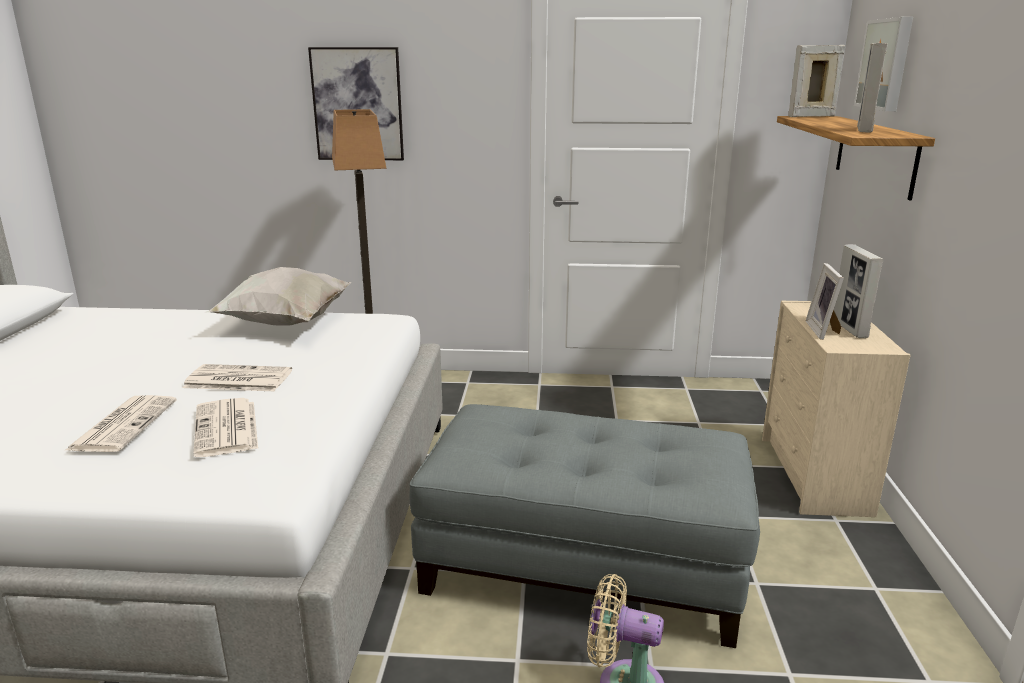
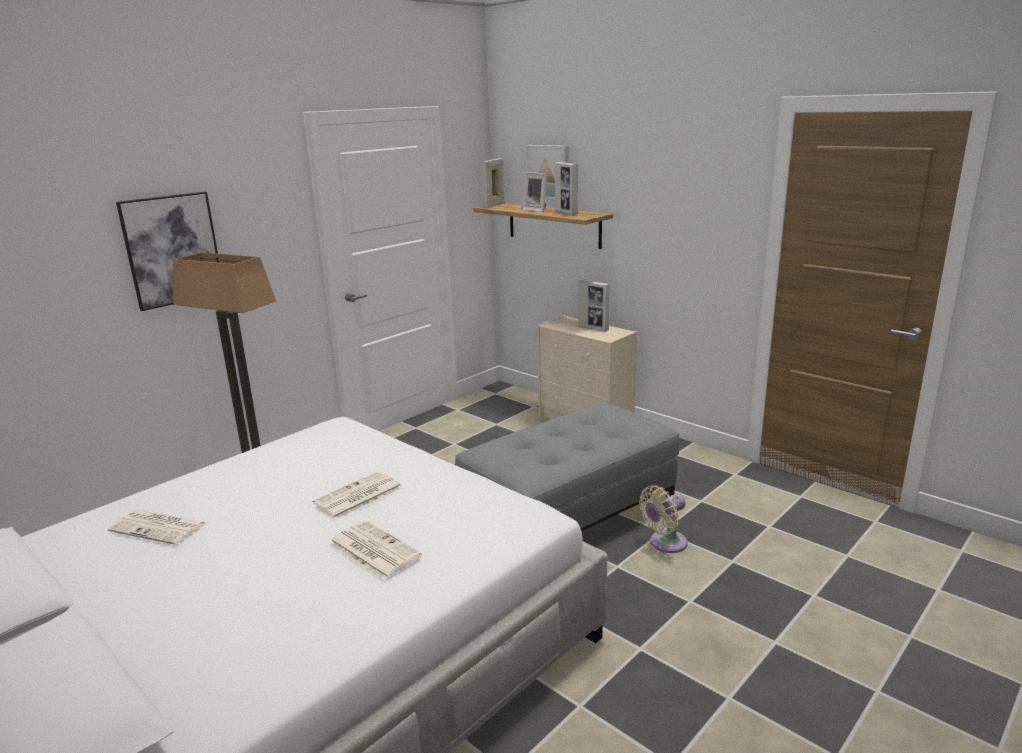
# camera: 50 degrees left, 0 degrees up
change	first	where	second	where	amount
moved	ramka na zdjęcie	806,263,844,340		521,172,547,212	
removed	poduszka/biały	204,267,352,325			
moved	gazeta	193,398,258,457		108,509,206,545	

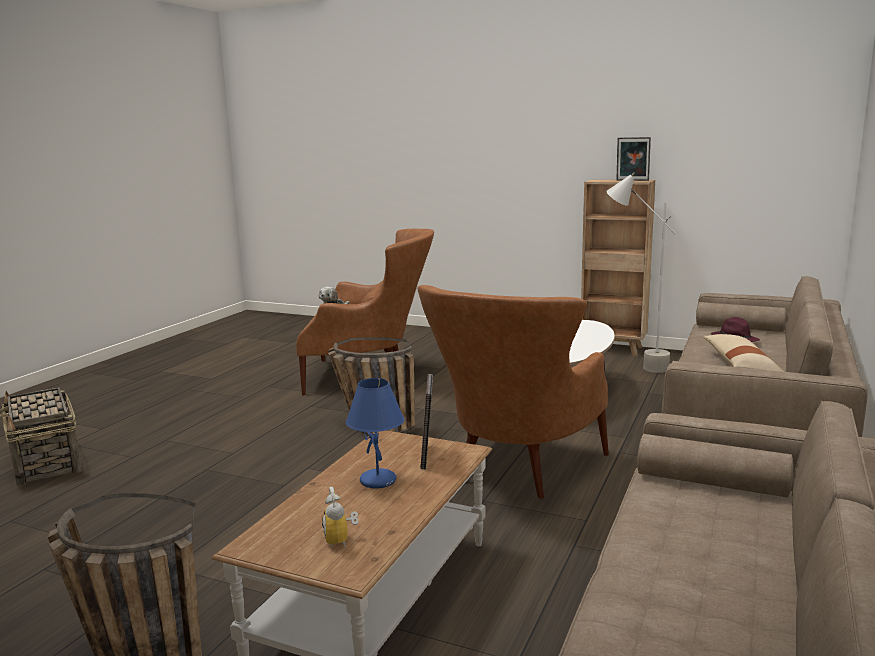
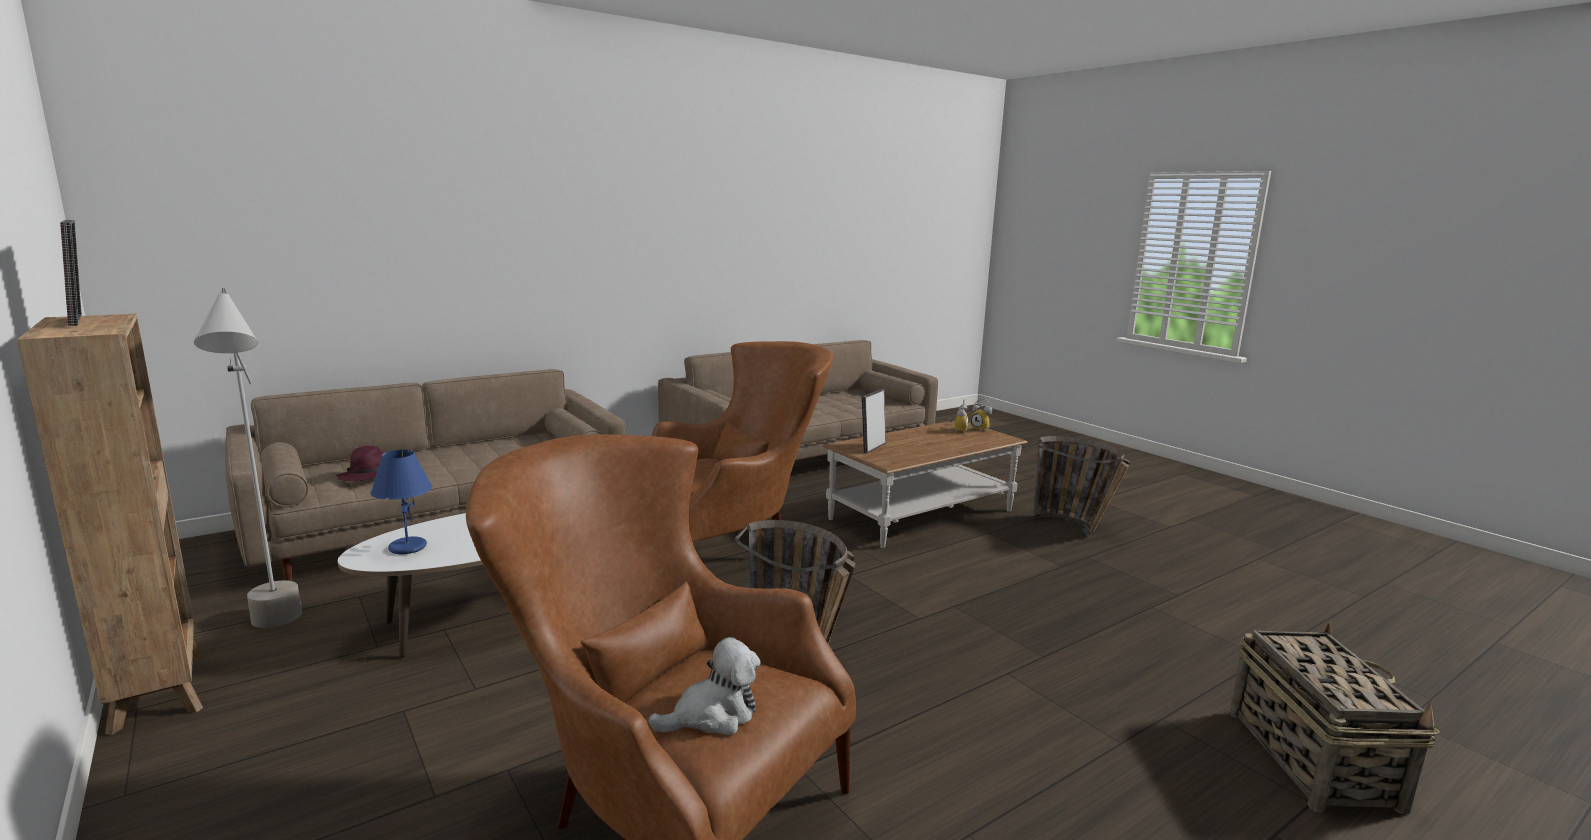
# camera: 150 degrees left, 0 degrees up
change	first	where	second	where	amount
removed	poduszka/beżowy	703,334,784,372			
moved	lampa stołowa/niebieski	346,378,404,489		370,450,432,554	
added			budzik	971,399,992,431	

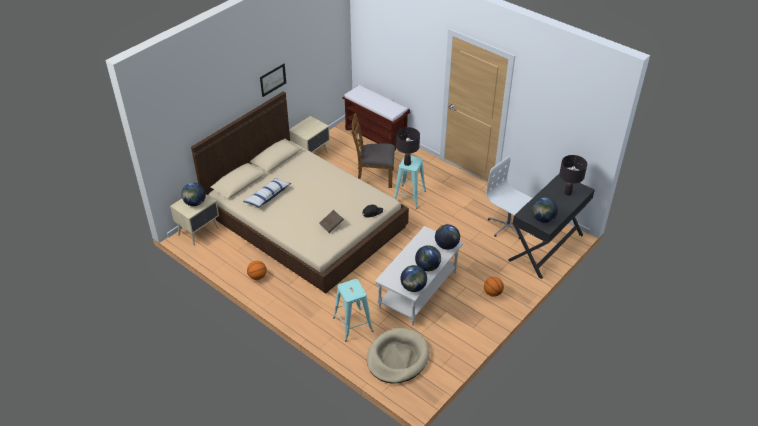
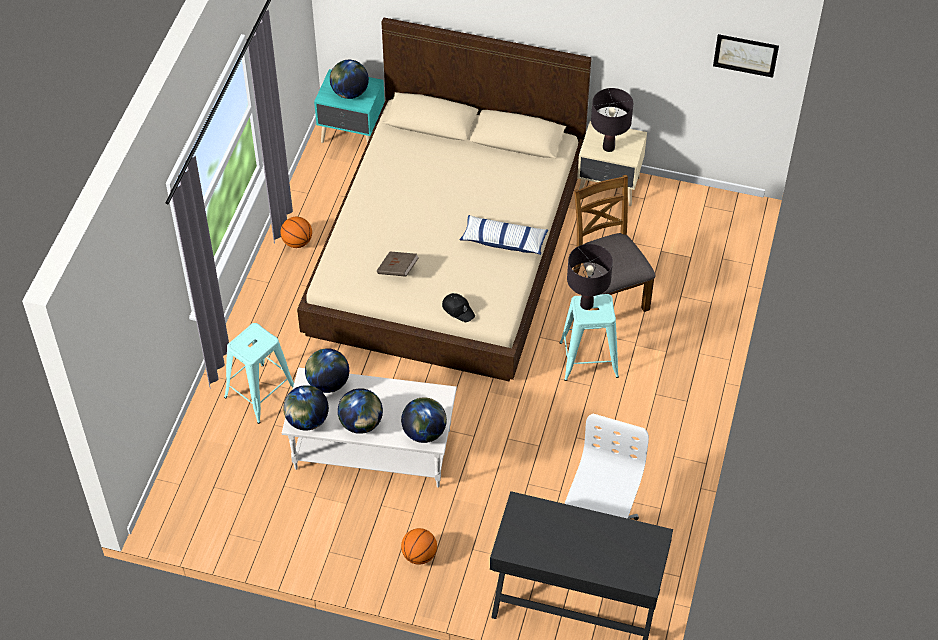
# camera: 65 degrees right, 10 degrees up
change	first	where	second	where	amount
moved	obraz	260,64,286,97		713,34,779,78	
removed	ławka/brązowy	342,85,410,150			
moved	lampa stołowa/czarny	559,155,587,196		591,88,633,152	
moved	poduszka	243,178,291,208		460,215,548,255	
recoloured	szafka nocna/beżowy	170,194,219,245	szafka nocna/turkusowy	314,69,385,143	
moved	globus	532,197,558,223		305,348,349,393	
removed	legowisko/beżowy	367,328,429,384			

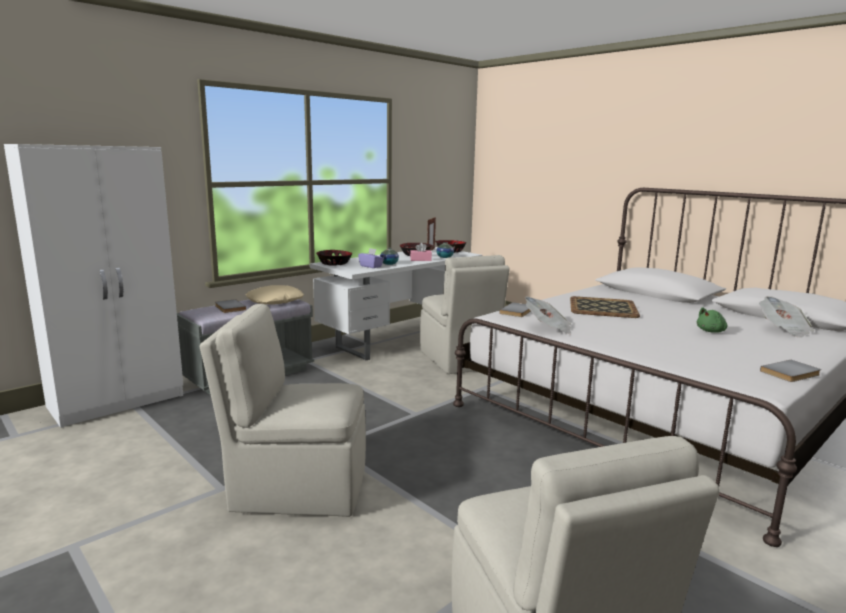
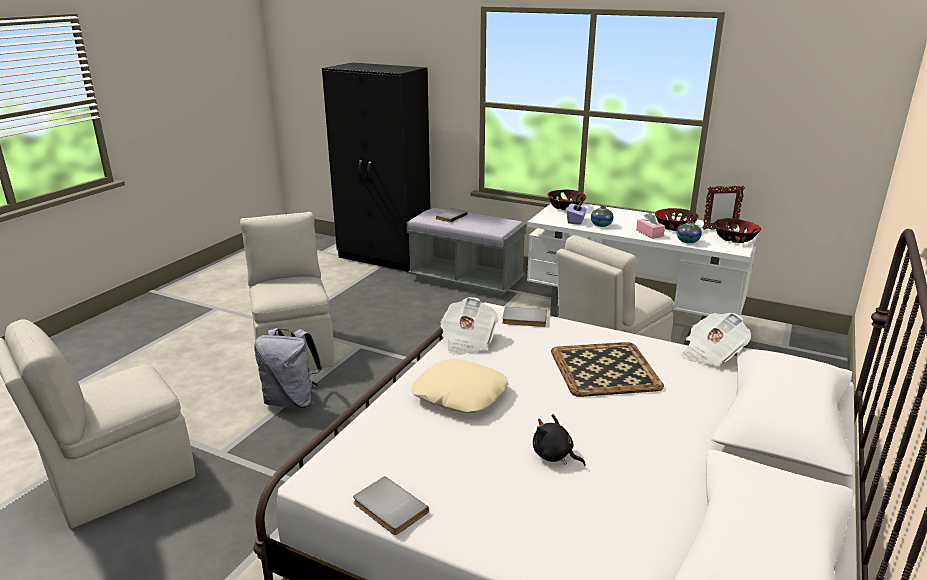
# camera: 70 degrees right, 10 degrees up
change	first	where	second	where	amount
recoloured	szafa/biały	4,144,183,428	szafa/czarny	322,63,430,272	
moved	poduszka/beżowy	246,285,304,305		411,359,509,413	
moved	gazeta	759,296,814,338		682,313,751,367	
recoloured	pluszak/zielony	697,307,728,333	pluszak/czarny	533,414,586,466	
added			plecak/szary	254,328,323,408	

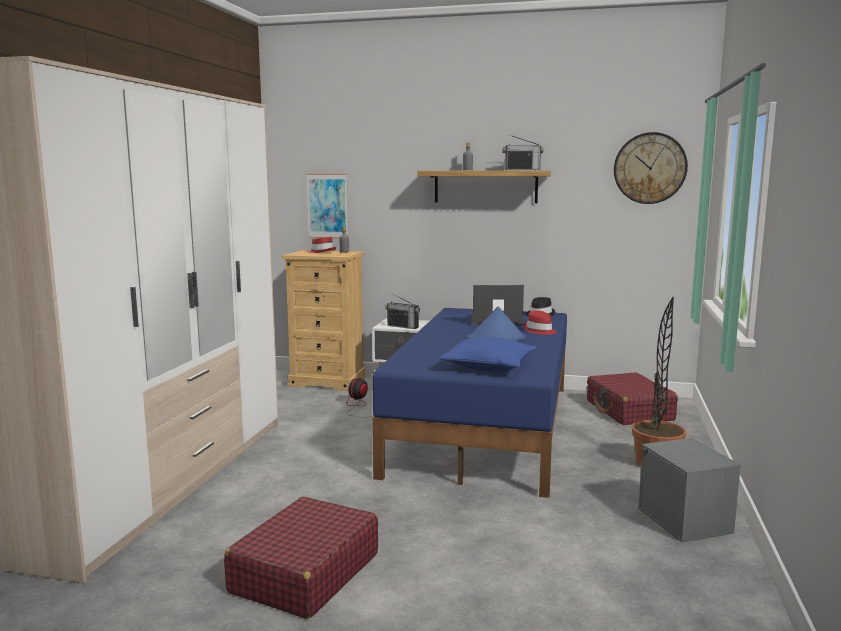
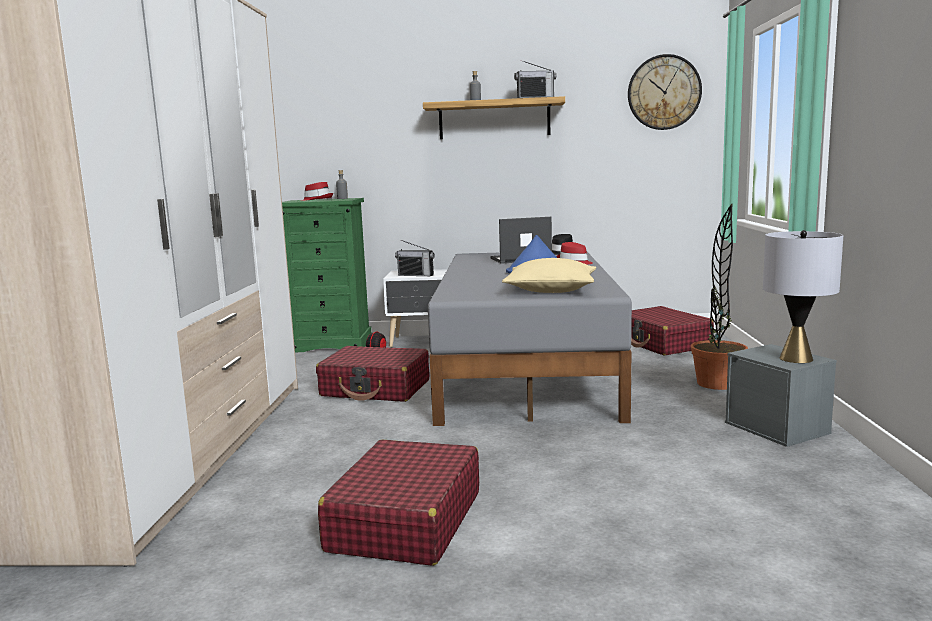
# camera: 10 degrees left, 0 degrees up
change	first	where	second	where	amount
removed	obraz	306,174,348,238			
recoloured	komoda/beżowy	282,250,366,391	komoda/zielony	282,198,372,352	
recoloured	łóżko/niebieski	372,308,567,498	łóżko/szary	428,252,632,426	
recoloured	poduszka/niebieski	439,337,537,372	poduszka/beżowy	502,258,596,293	
added			lampa stołowa/szary	763,230,843,363	
added			walizka/czerwony	316,346,429,402	

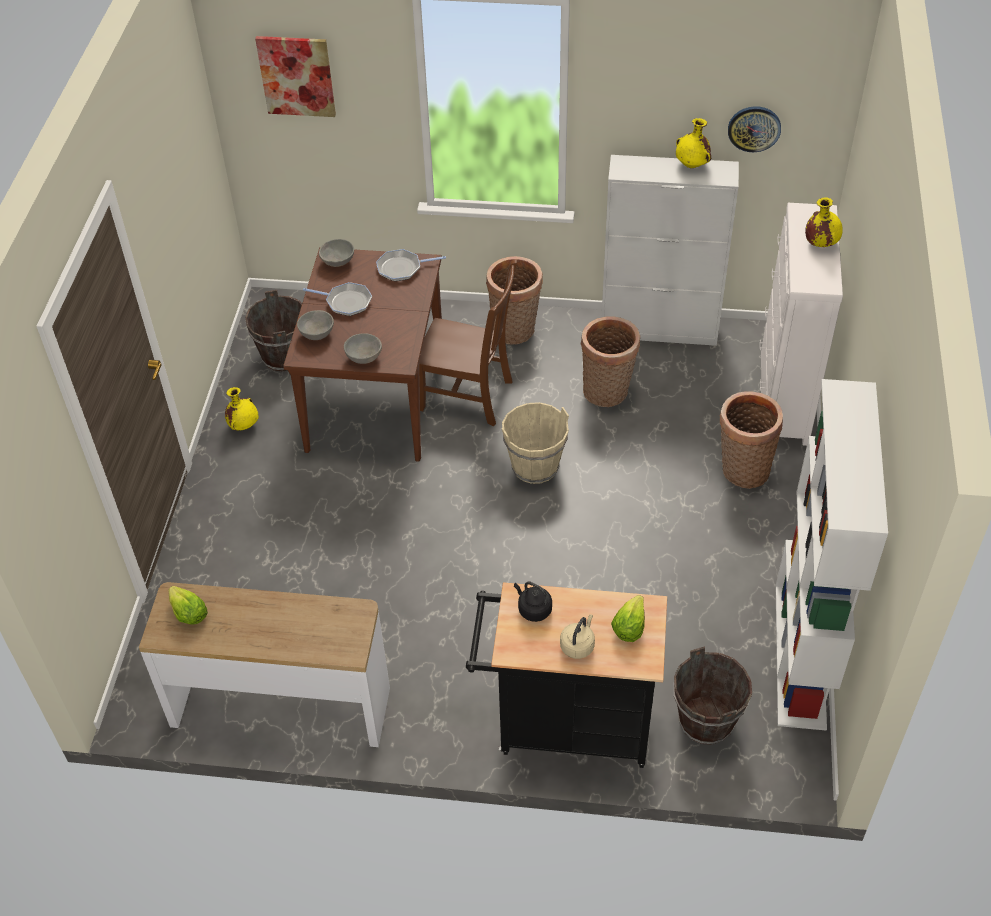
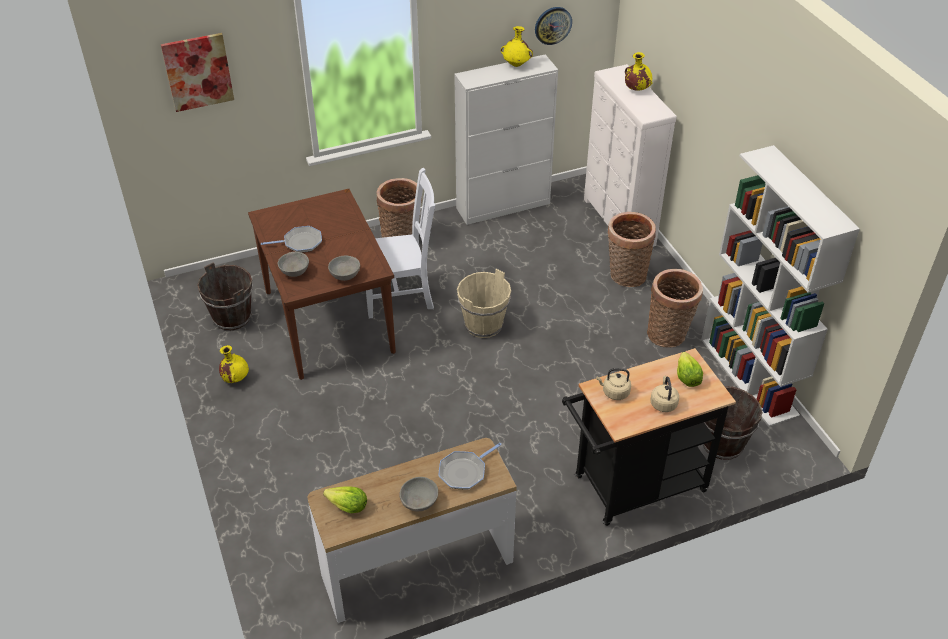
# camera: 30 degrees left, 5 degrees down
change	first	where	second	where	amount
moved	miska/szary	319,239,354,267		400,477,438,512	
moved	patelnia	376,249,446,281		438,443,502,489	
recoloured	krzesło/brązowy	419,260,517,426	krzesło/biały	366,168,435,319	
moved	koszyk	581,316,640,407		647,269,703,348	
recoloured	czajnik/czarny	514,582,552,622	czajnik/beżowy	596,368,631,400	

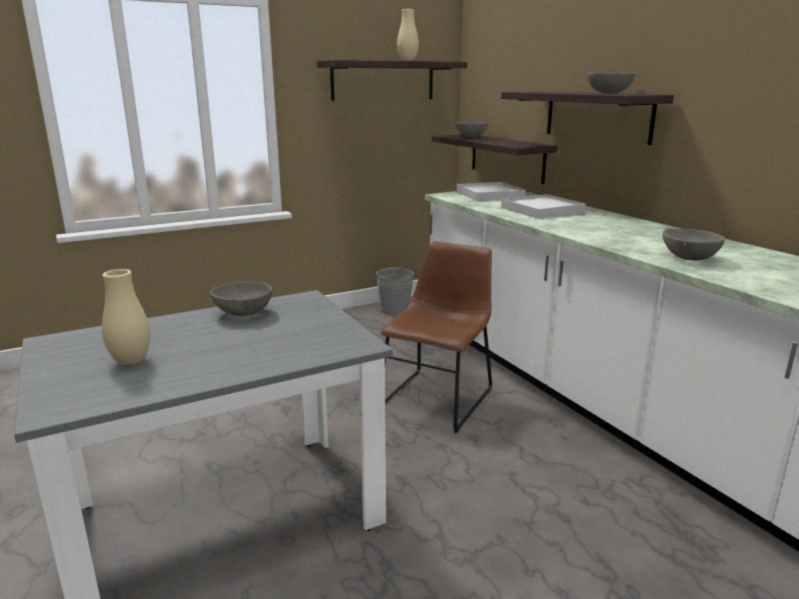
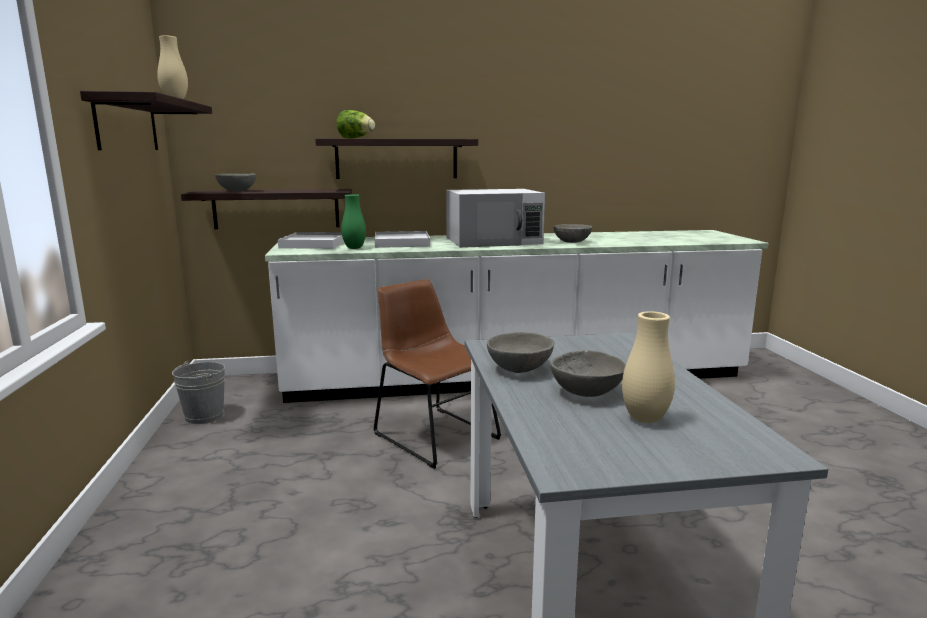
# camera: 70 degrees left, 5 degrees down
change	first	where	second	where	amount
moved	miska/szary	587,72,636,94		550,350,626,397	
added			sałata	336,110,375,139	
added			mikrofalówka/biały	446,189,545,248	
added			wazon/zielony	341,194,366,249	

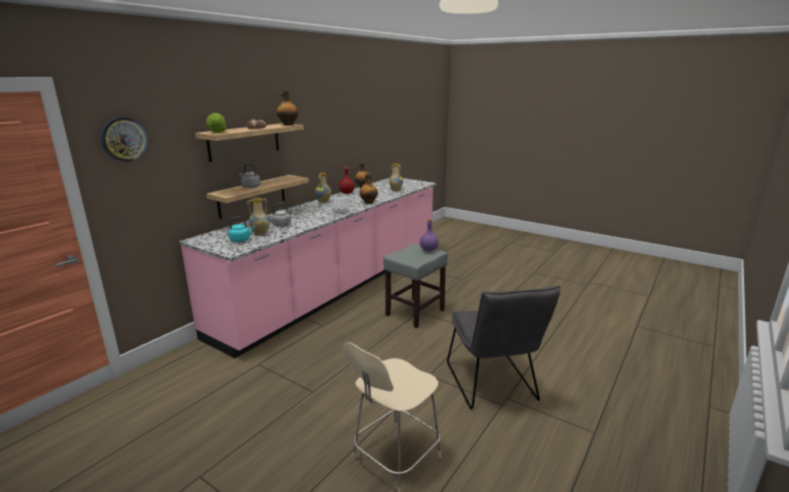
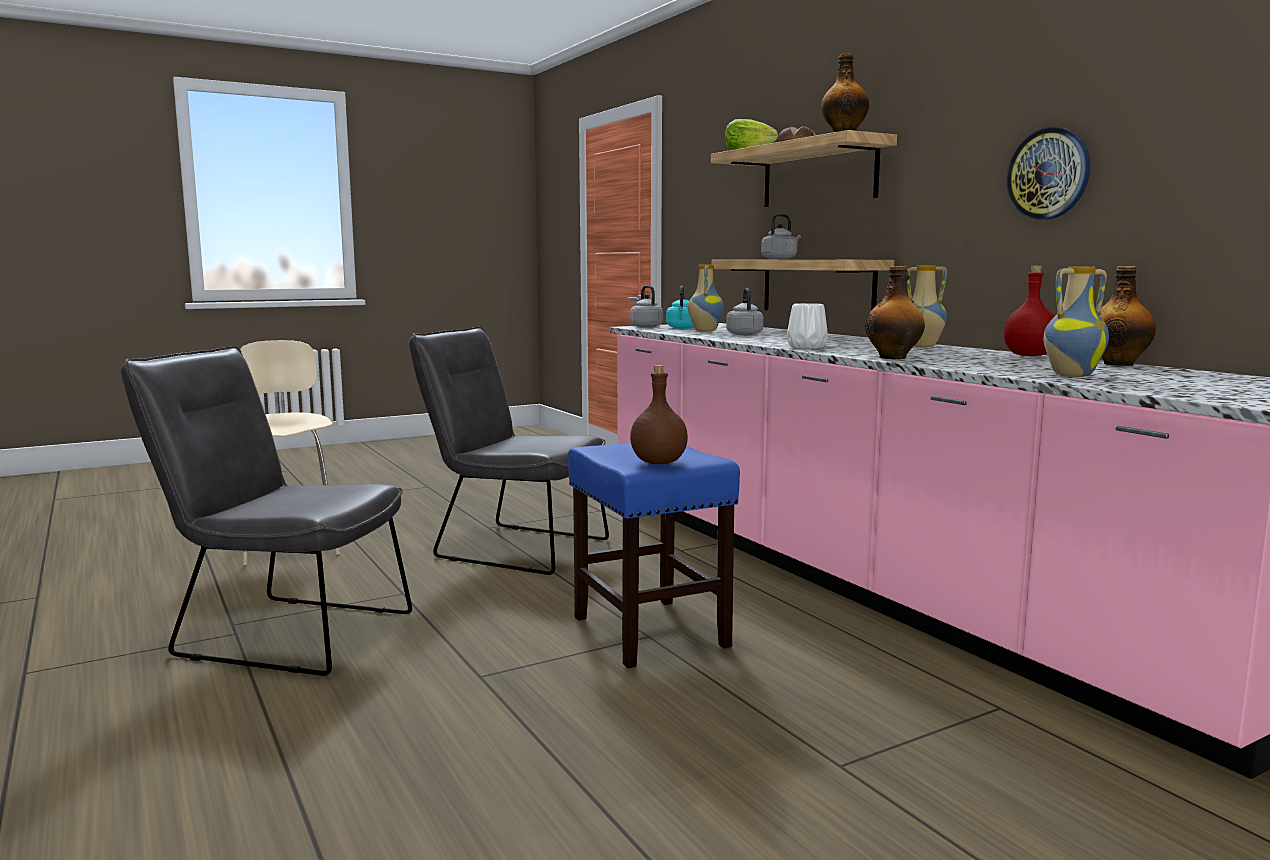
# camera: 115 degrees right, 10 degrees down
change	first	where	second	where	amount
moved	zegar ścienny	101,117,148,162		1006,126,1090,220	
recoloured	butelka/fioletowy	420,219,439,251	butelka/brązowy	630,365,688,464	
recoloured	stołek/szary	383,244,448,328	stołek/niebieski	568,443,740,668	
added			czajnik/szary	630,285,663,328	
added			krzesło/szary	409,327,609,575	

